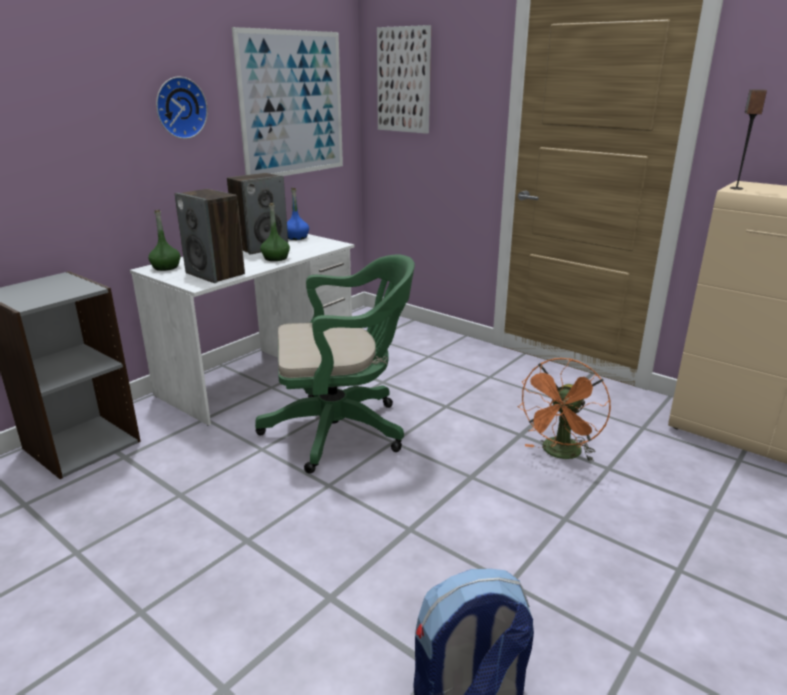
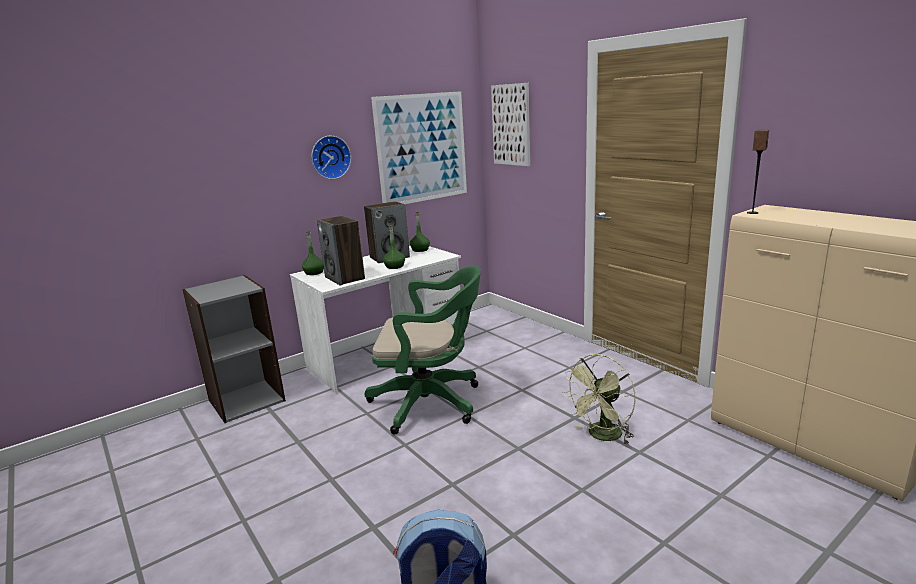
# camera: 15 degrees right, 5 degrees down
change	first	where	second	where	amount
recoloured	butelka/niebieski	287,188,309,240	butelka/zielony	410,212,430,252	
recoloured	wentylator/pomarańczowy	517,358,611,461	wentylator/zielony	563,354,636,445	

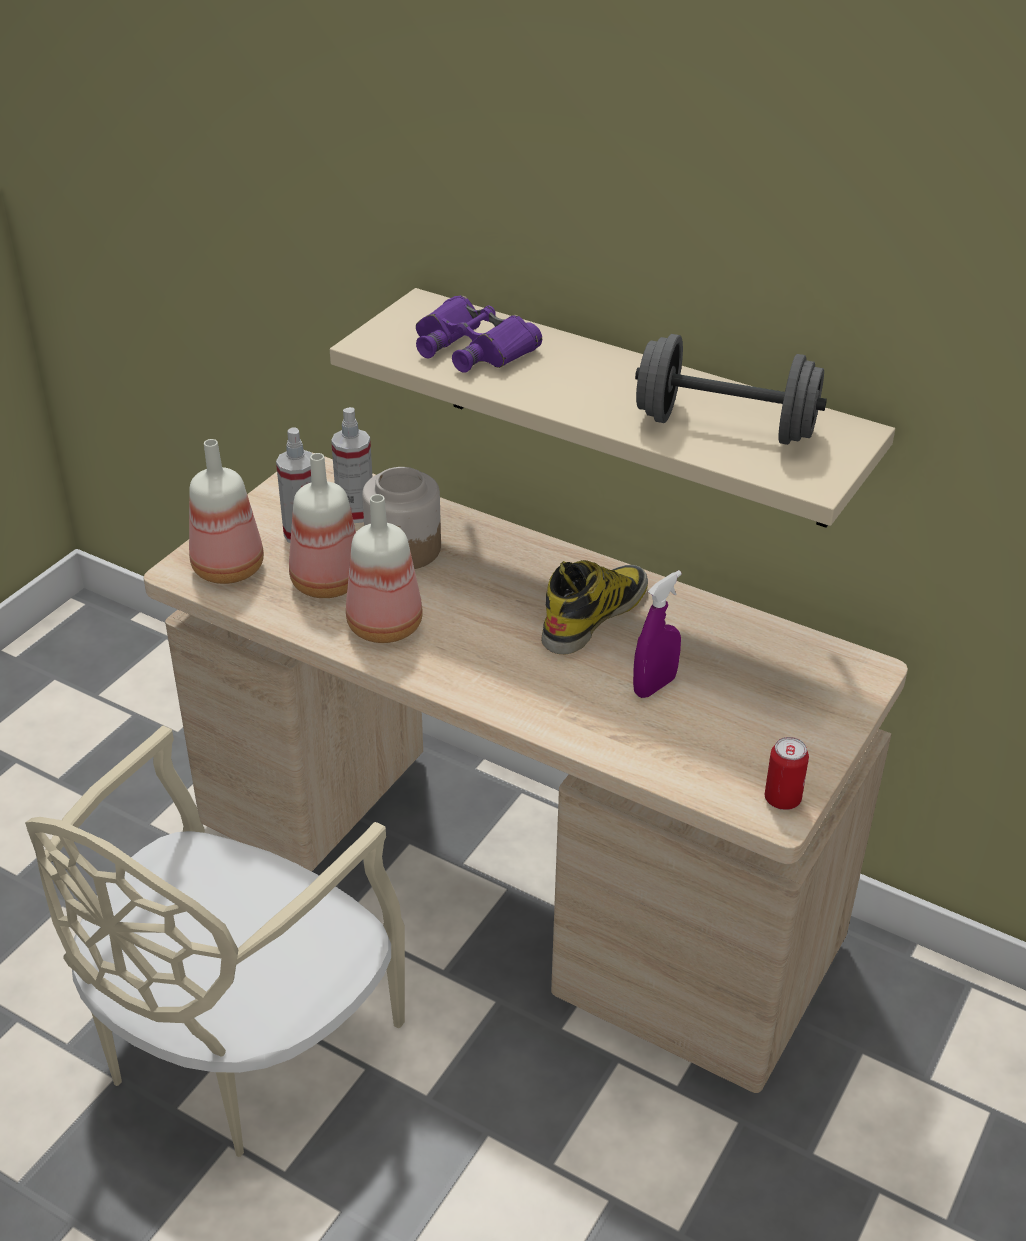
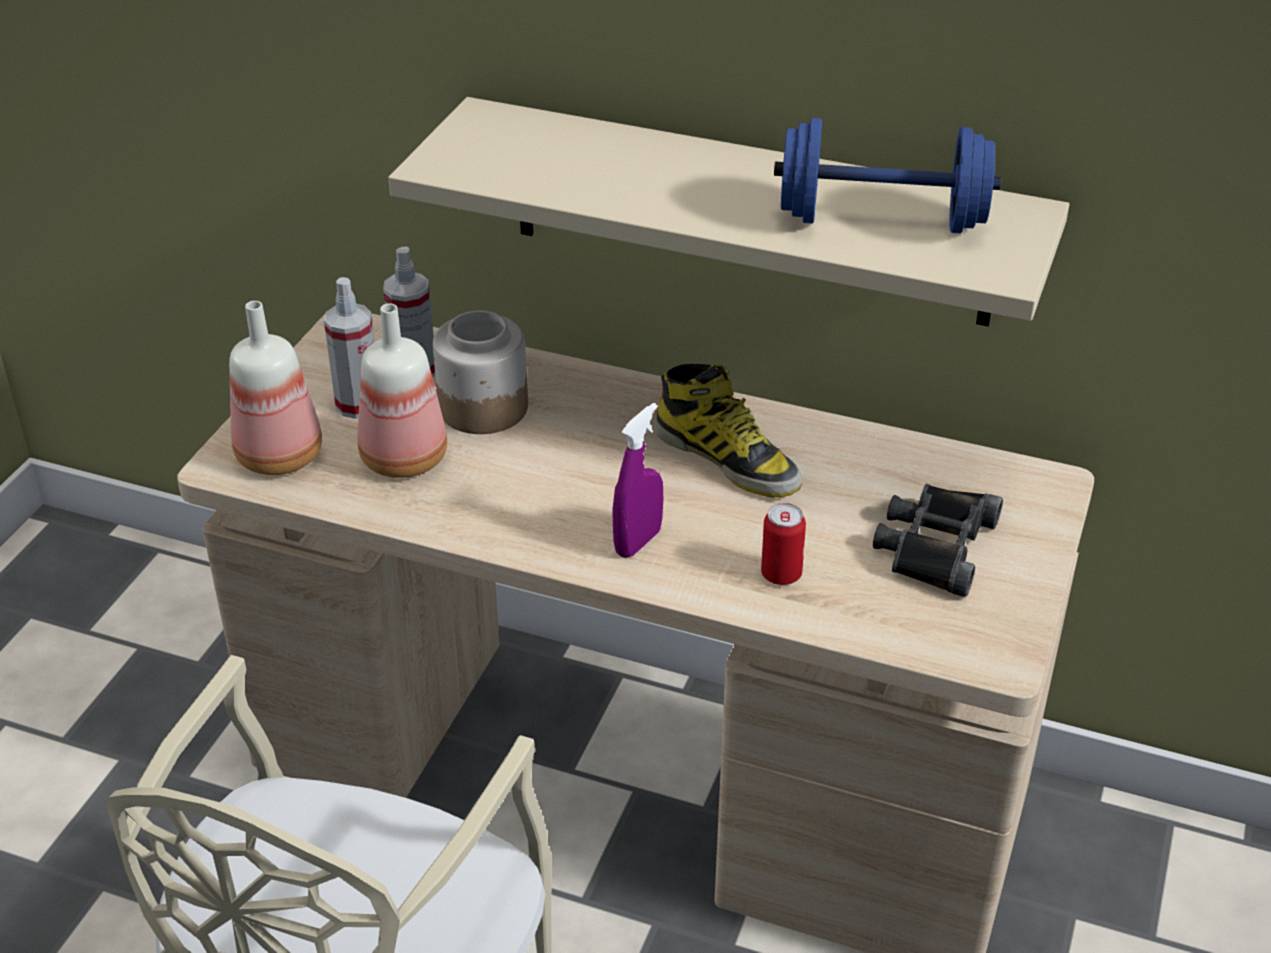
# camera: 10 degrees left, 0 degrees up
change	first	where	second	where	amount
removed	lornetka/fioletowy	416,295,542,373			
recoloured	hantel/szary	635,334,827,445	hantel/niebieski	774,118,1001,233	
removed	butelka	346,494,423,643			
turned	but z cholewką	541,560,648,654		654,363,803,498	105 degrees clockwise
moved	spryskiwacz/fioletowy	633,570,682,698		613,403,663,558	
moved	puszka	765,737,809,810		761,503,806,585	
added			lornetka/czarny	873,484,1003,597	

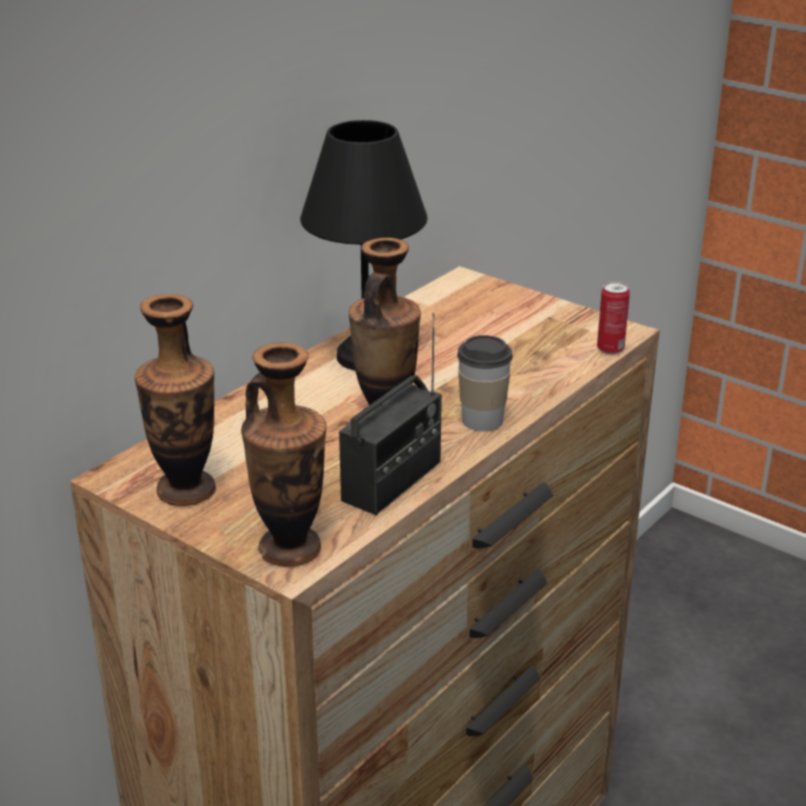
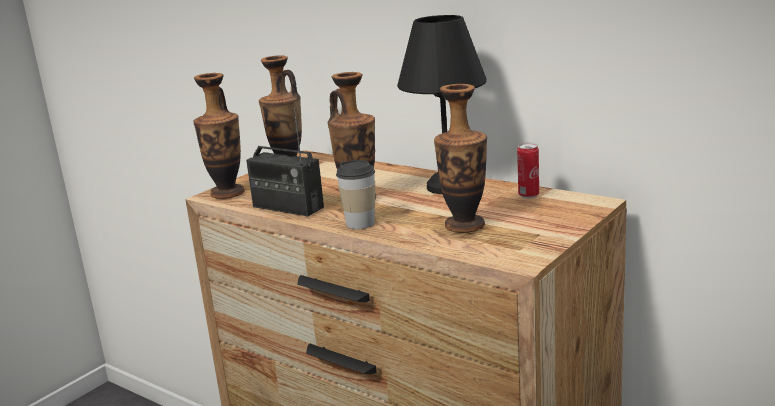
# camera: 90 degrees right, 10 degrees down
change	first	where	second	where	amount
moved	puszka	597,281,630,354		517,143,539,198	
added			wazon	434,84,487,233	

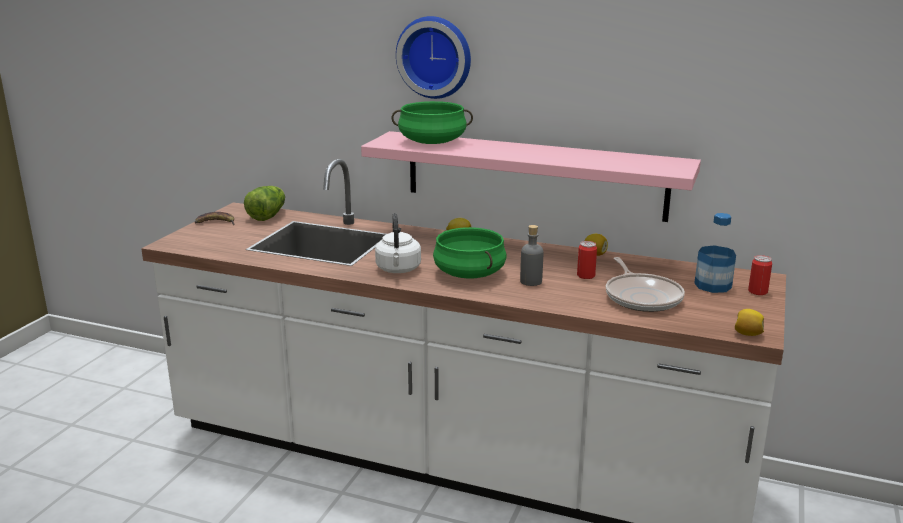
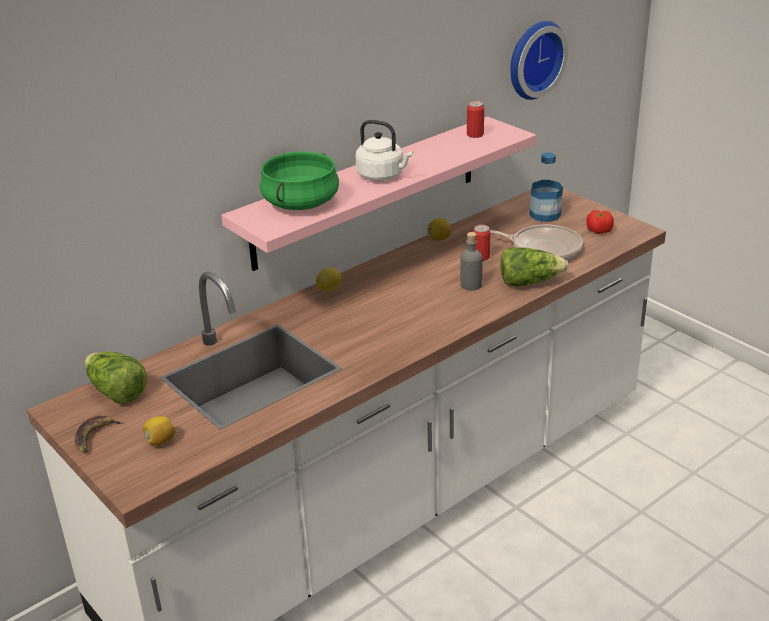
# camera: 60 degrees left, 10 degrees up
change	first	where	second	where	amount
moved	zegar ścienny	396,16,471,99		510,21,568,100	
moved	czajnik/biały	375,213,421,273		355,120,413,181	
removed	garnek/zielony	433,227,507,279			
moved	puszka	748,255,772,295		467,101,484,138	
moved	cytryna	735,309,764,336		143,416,175,446	
added			pomidor	586,210,614,234	
added			sałata	501,247,569,287	

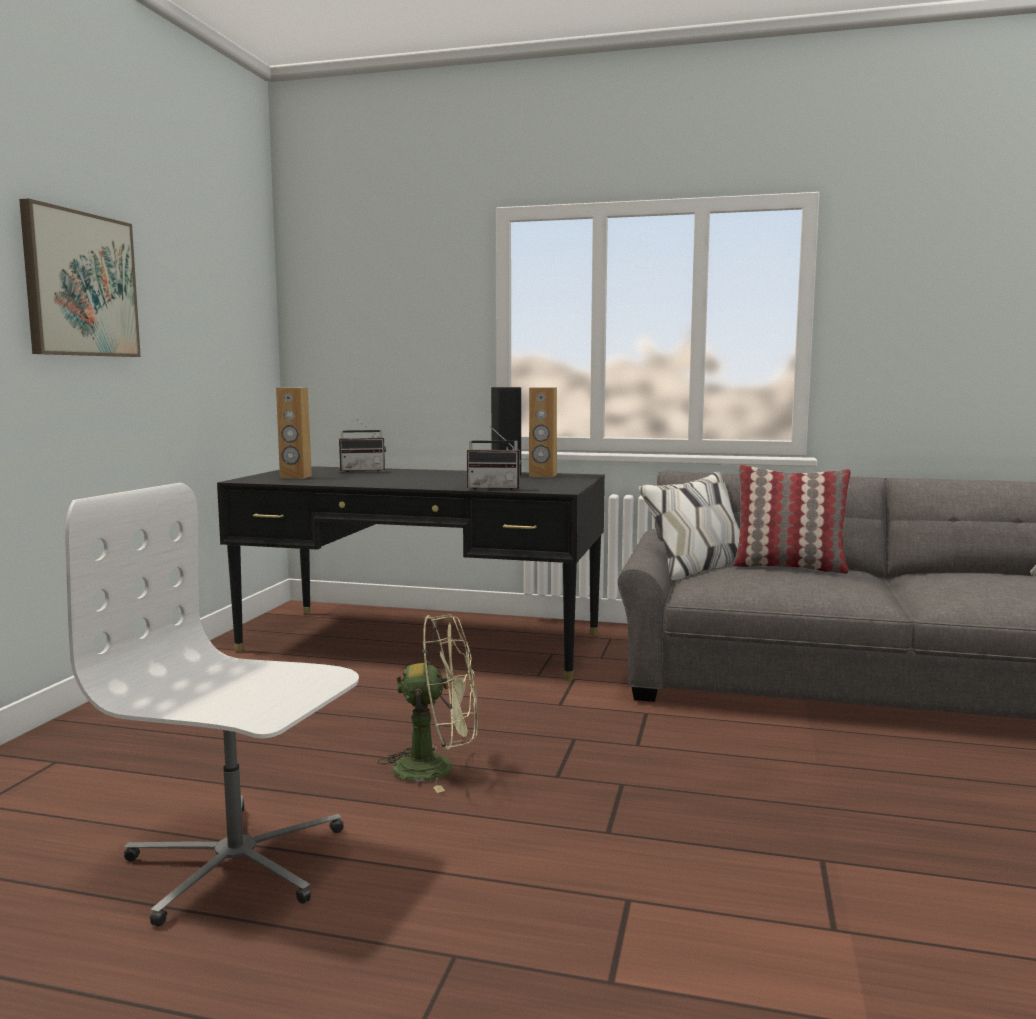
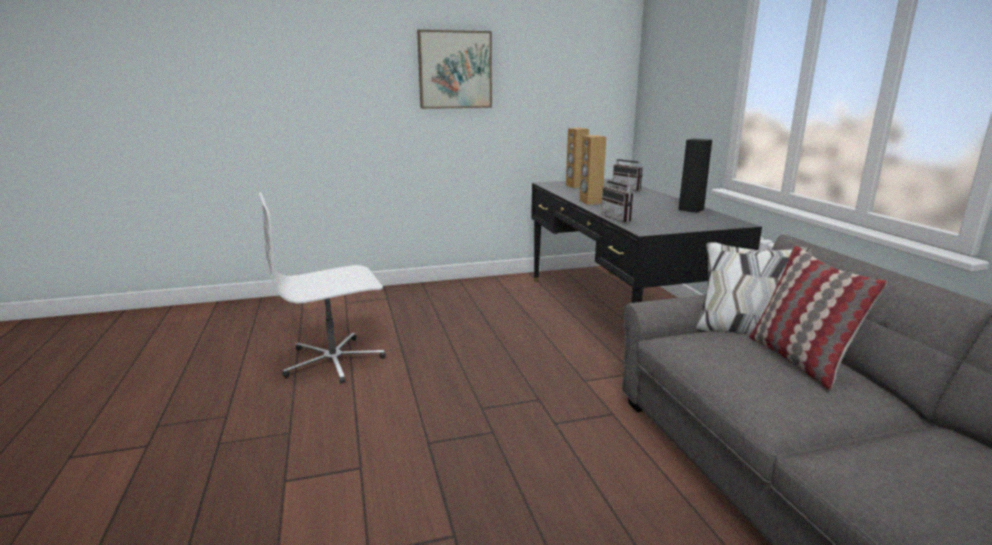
# camera: 60 degrees right, 10 degrees up
change	first	where	second	where	amount
moved	głośnik/brązowy	529,387,557,477		580,135,606,205	
turned	krzesło biurowe/biały	65,483,359,927		259,192,385,384	105 degrees counterclockwise
removed	wentylator/zielony	378,614,478,793			

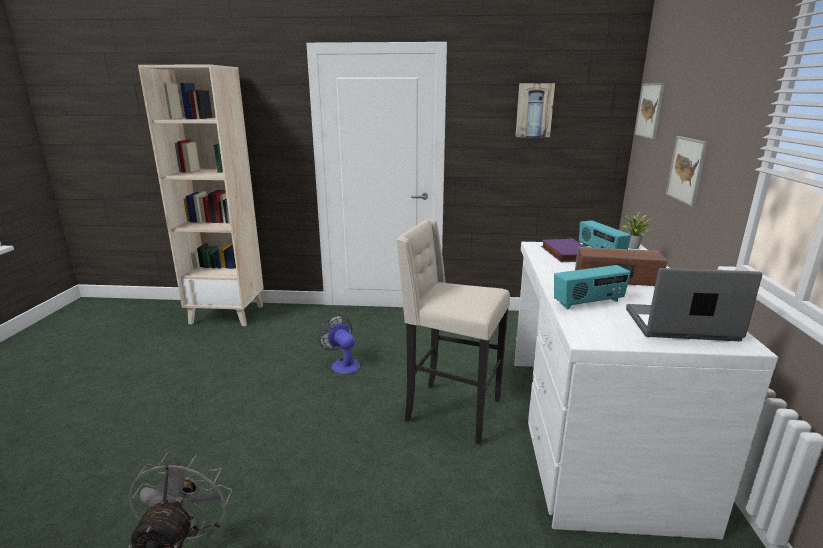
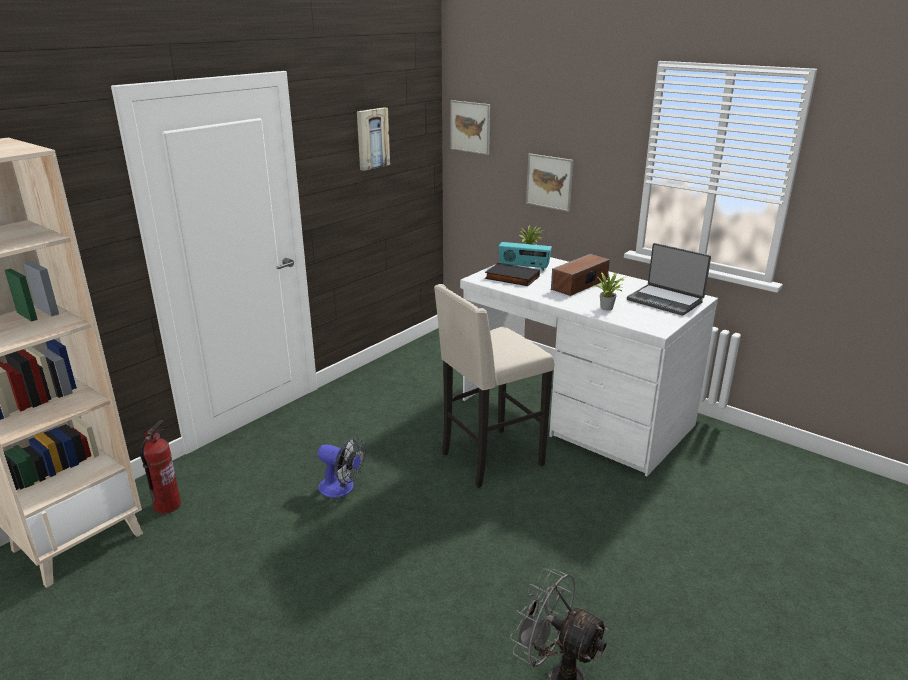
# camera: 55 degrees left, 5 degrees up
change	first	where	second	where	amount
recoloured	książka/fioletowy	541,238,585,262	książka/czarny	485,263,540,286	
replaced	radio	554,265,631,309	roślina doniczkowa	595,272,626,310	
turned	laptop	626,268,762,341		627,243,711,316	90 degrees counterclockwise
turned	wentylator	319,315,360,374		317,437,366,498	150 degrees counterclockwise
added			gaśnica	140,420,181,514	

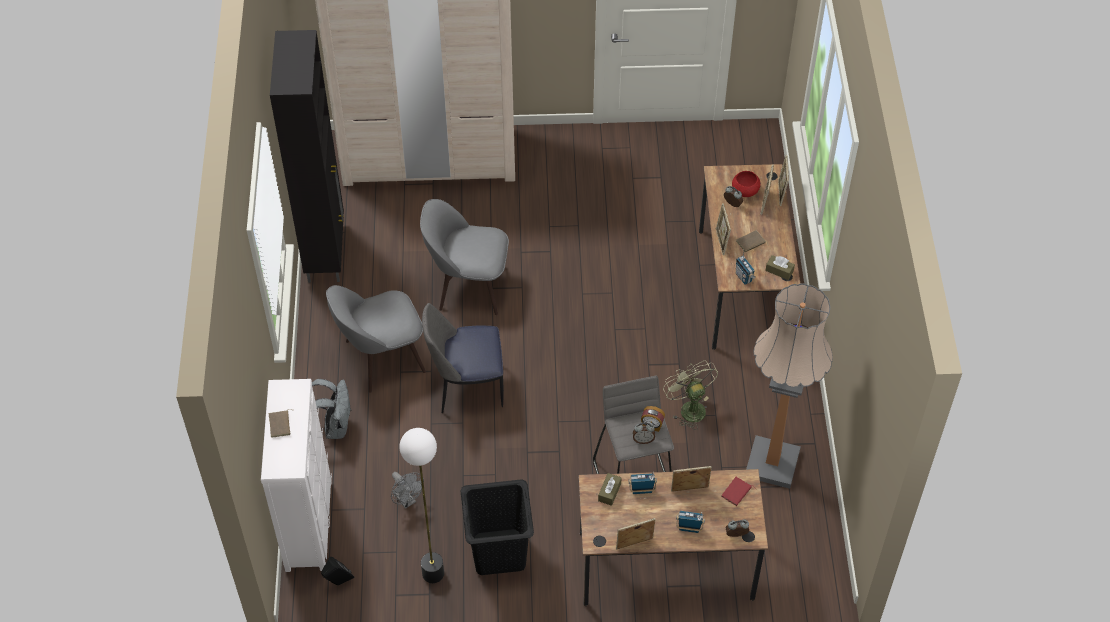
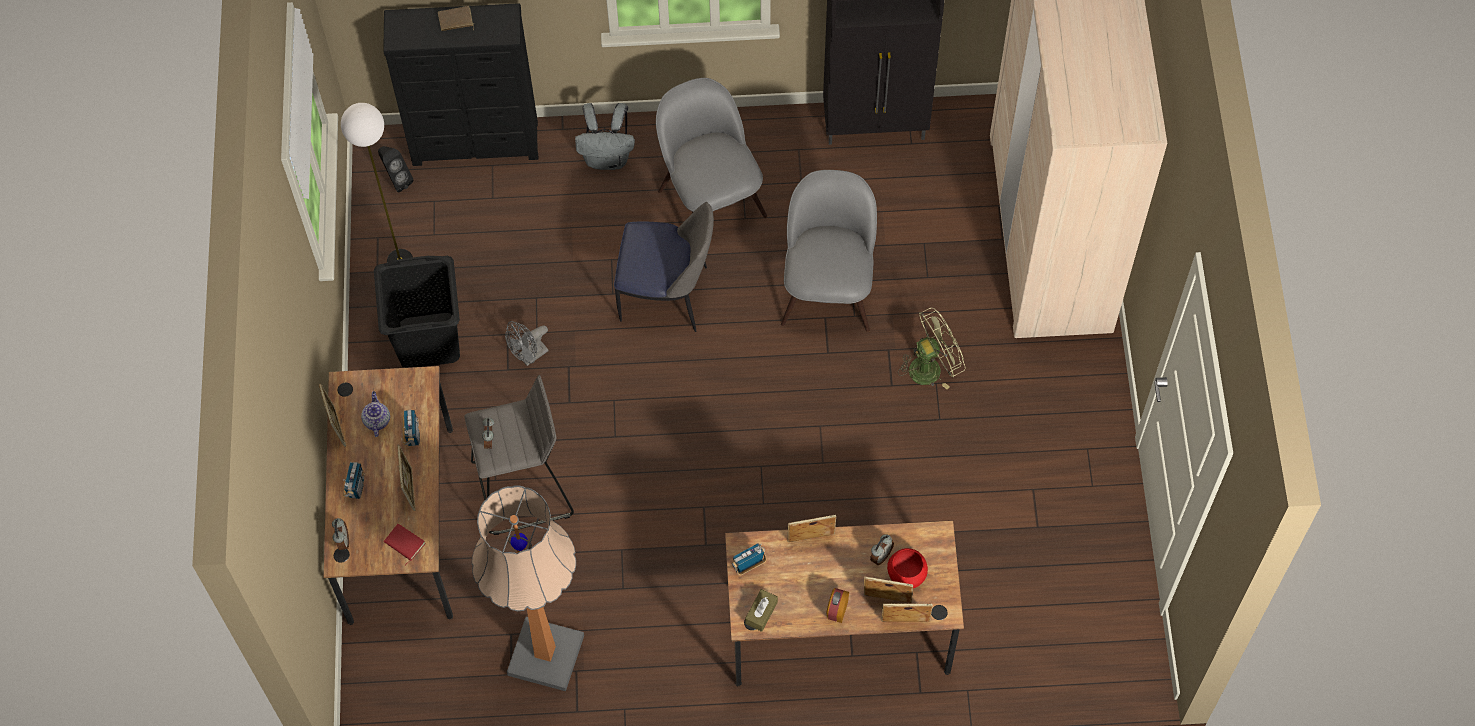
# camera: 90 degrees right, 10 degrees up
change	first	where	second	where	amount
removed	książka/brązowy	736,230,769,252			
turned	krzesło	422,303,504,413		614,202,714,332	105 degrees clockwise
moved	wentylator/zielony	663,360,718,430		898,308,966,390	
recoloured	komoda/biały	261,379,332,572	komoda/czarny	383,3,538,166	
moved	budzik	641,406,665,432		826,588,849,623	
moved	wentylator/szary	391,472,424,509		505,321,549,366	
removed	pudełko chusteczek/brązowy	598,473,622,506			
added			imbryk	361,391,390,437	

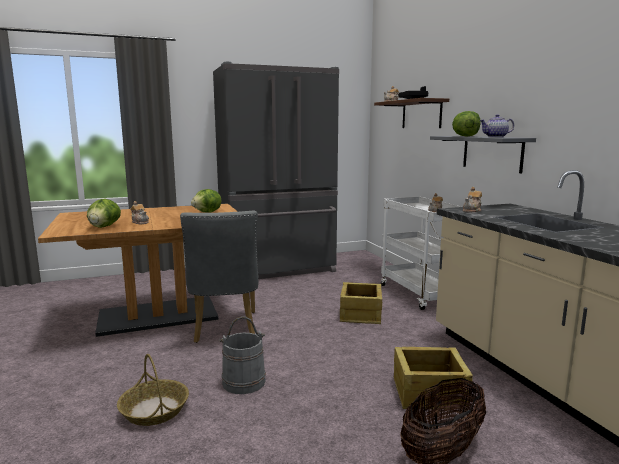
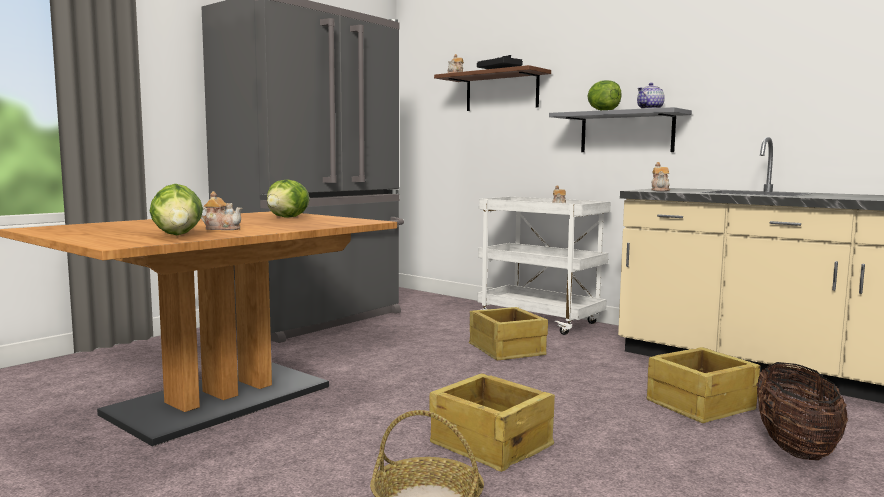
# camera: 30 degrees left, 5 degrees down
change	first	where	second	where	amount
removed	krzesło/szary	180,211,259,343			
replaced	wiadro/szary	219,316,266,394	skrzynka	429,373,555,472	

